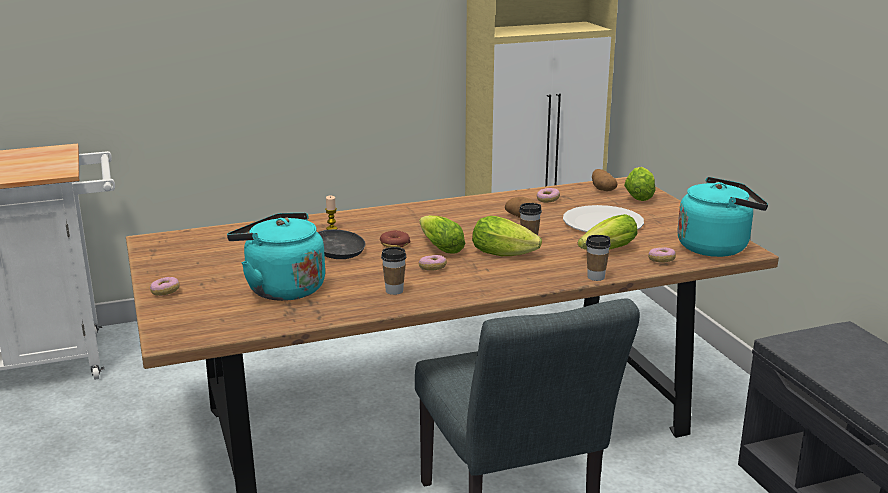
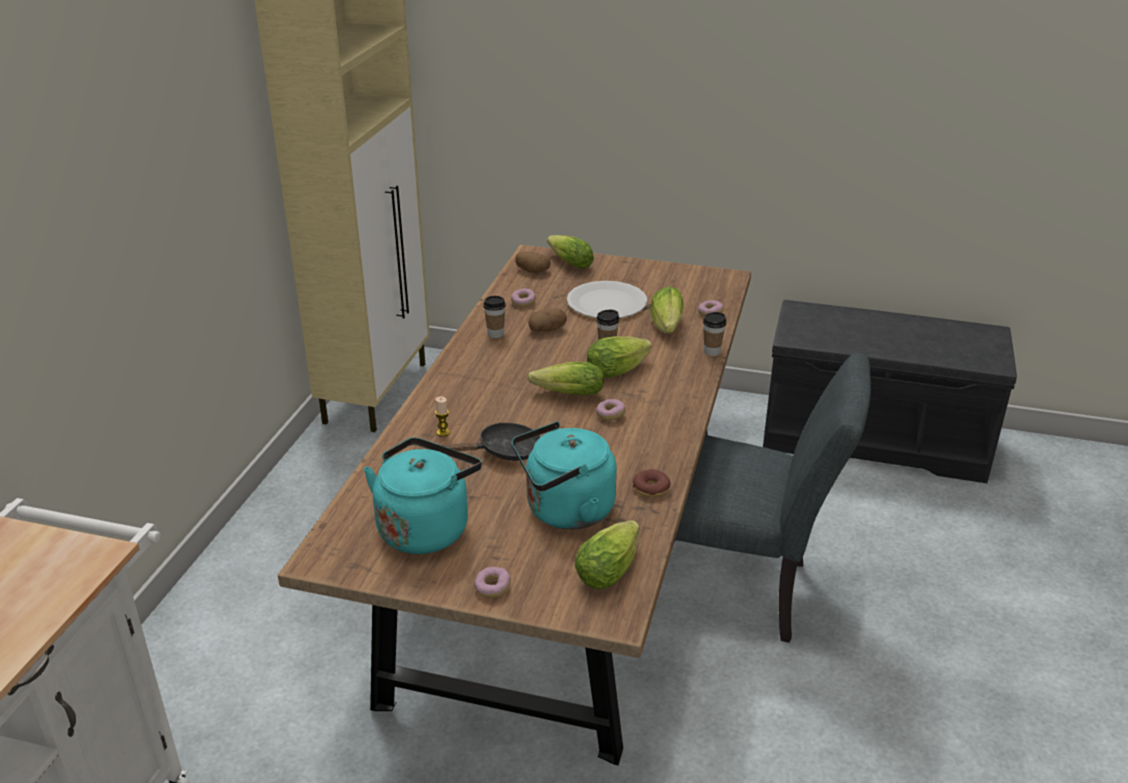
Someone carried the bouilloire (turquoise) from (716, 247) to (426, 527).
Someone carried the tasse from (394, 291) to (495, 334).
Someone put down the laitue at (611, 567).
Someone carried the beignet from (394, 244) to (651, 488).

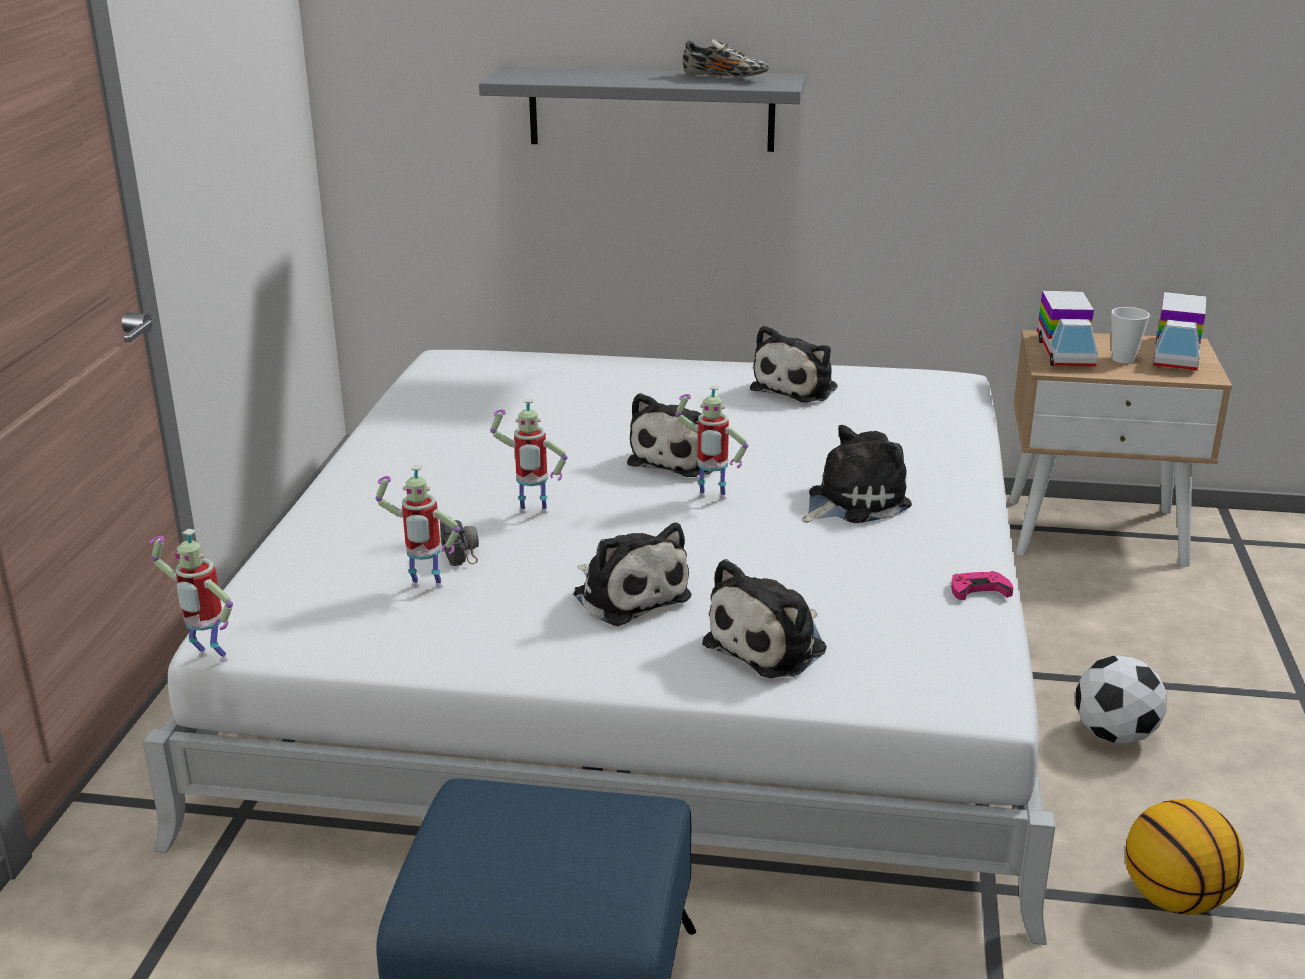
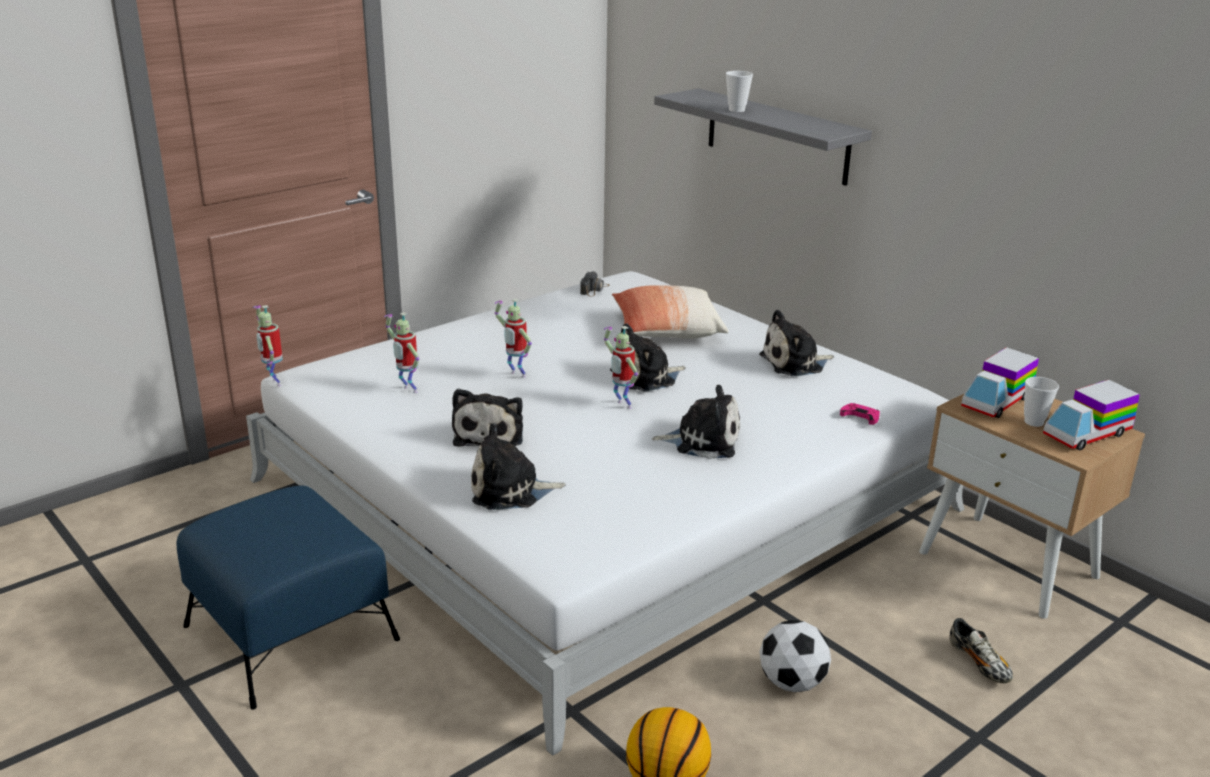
Someone carried the appareil photo from (461, 548) to (594, 289).
Someone put down the coussin at (666, 330).
Someone put down the tasse at (736, 110).
Someone carried the manette (rose) from (979, 590) to (860, 416).
Someone carried the chaussure from (725, 78) to (979, 663).

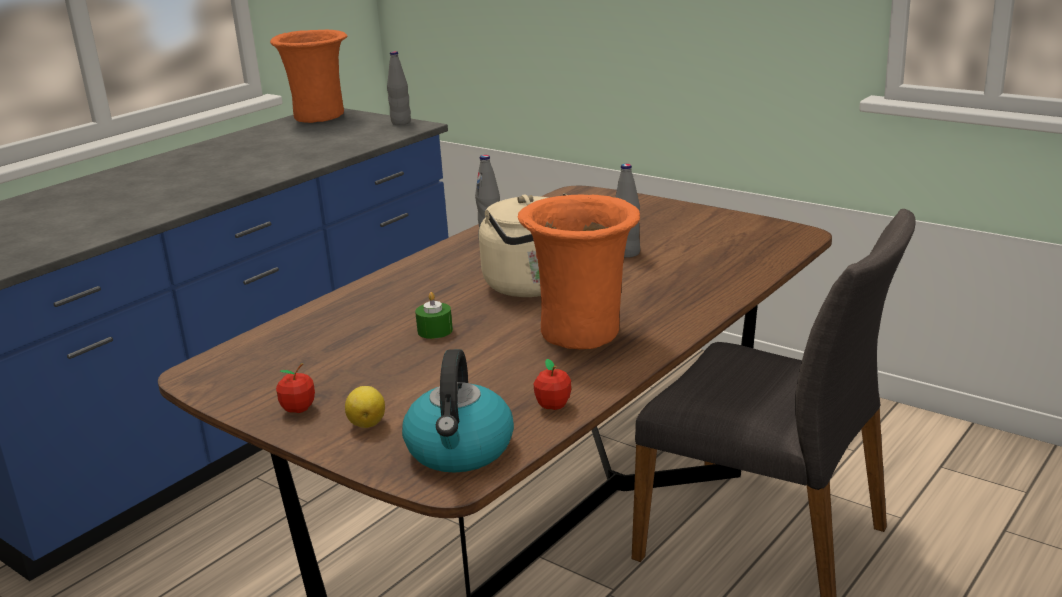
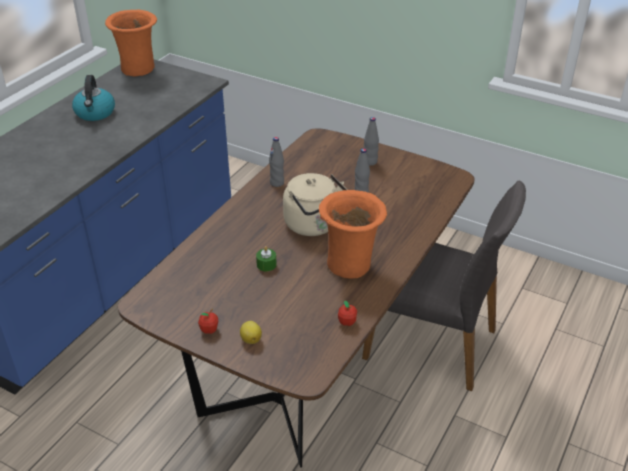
Someone carried the bouilloire from (460, 450) to (95, 113).
Someone carried the bouteille (gris) from (401, 122) to (370, 162).

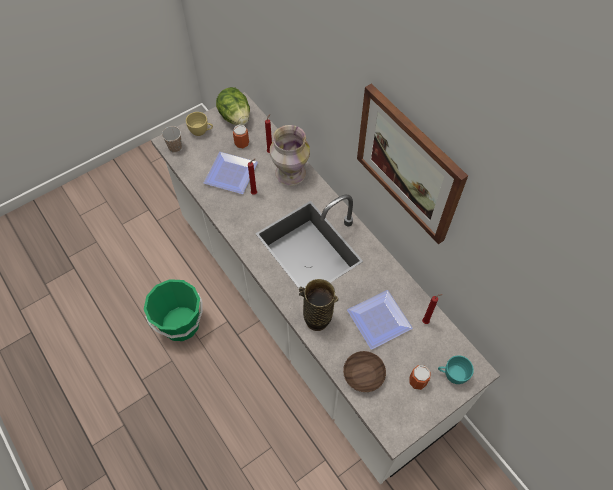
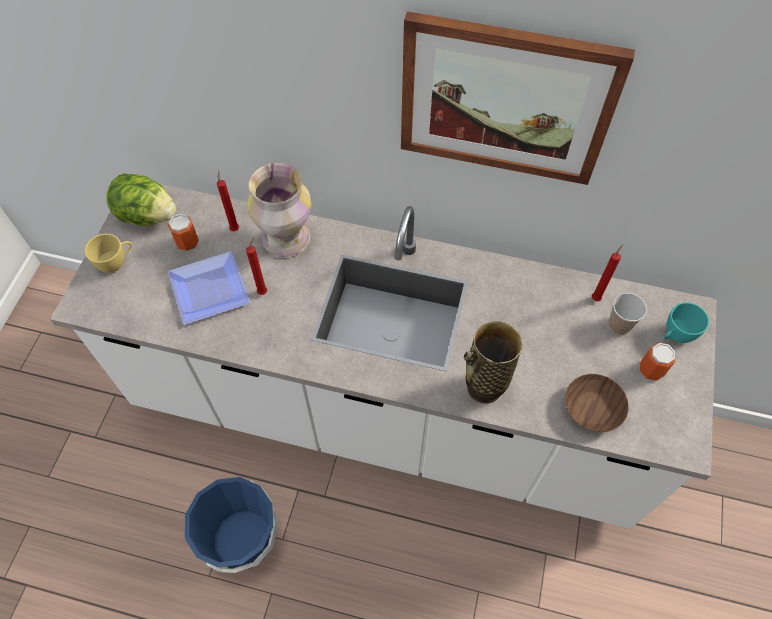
Someone repainted the seau (vert) at (180, 324), which became the seau (bleu) at (243, 540).
Someone carried the tasse from (175, 147) to (619, 325).
Someone took away the assiette at (381, 321).

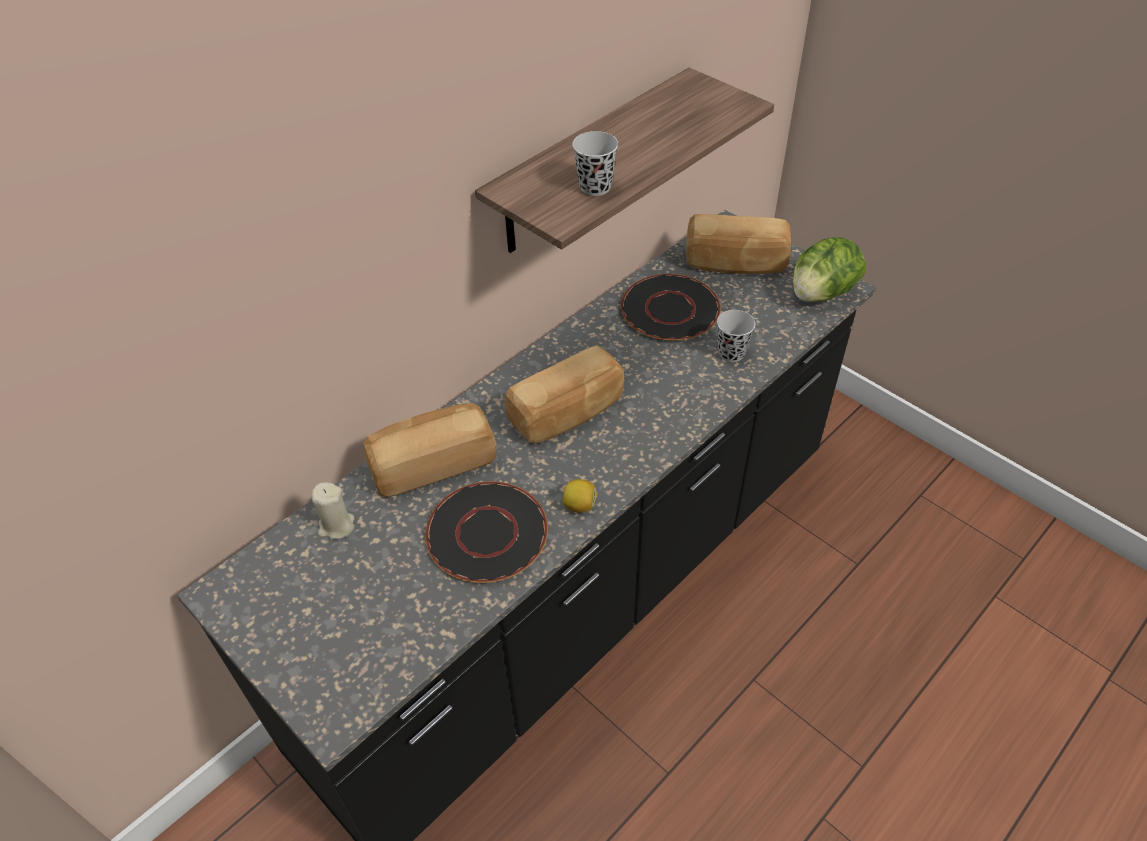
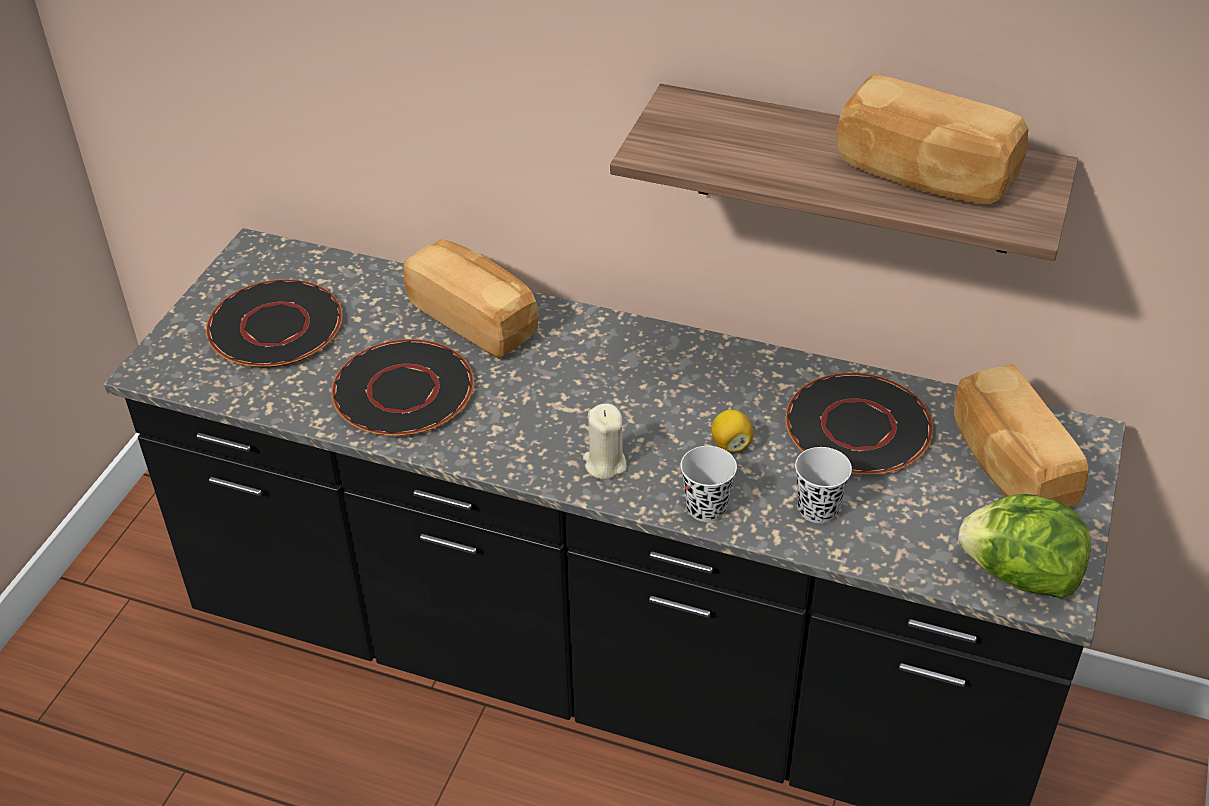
Someone put down the assiette (noir) at (275, 326).
Someone carried the bougie (beige) from (336, 526) to (605, 464).
Someone carried the tasse (noir) from (595, 187) to (706, 508).
Someone carried the citron from (579, 505) to (730, 444).
Someone carried the pain from (568, 413) to (923, 174).

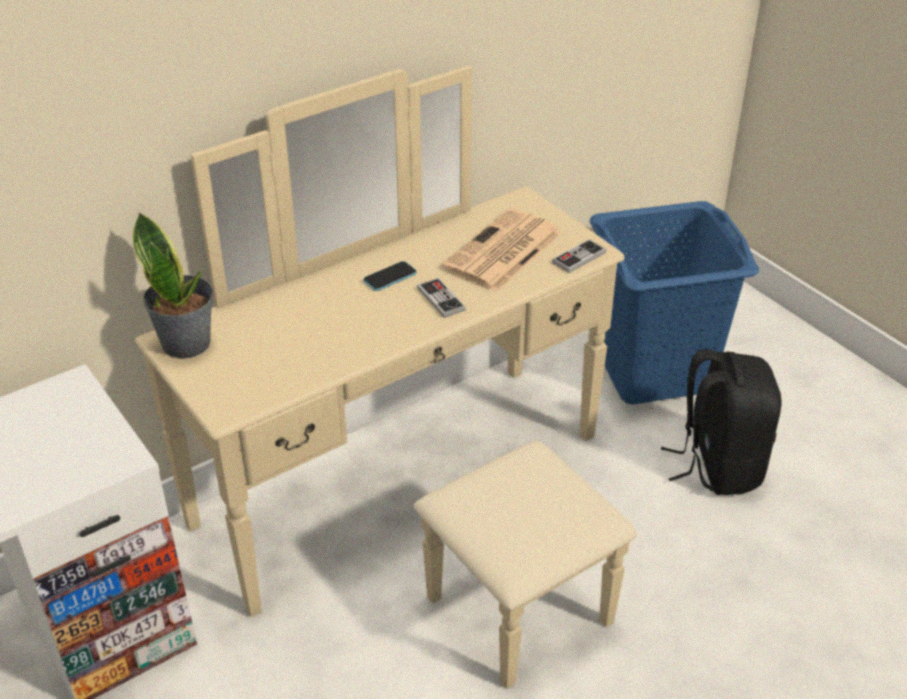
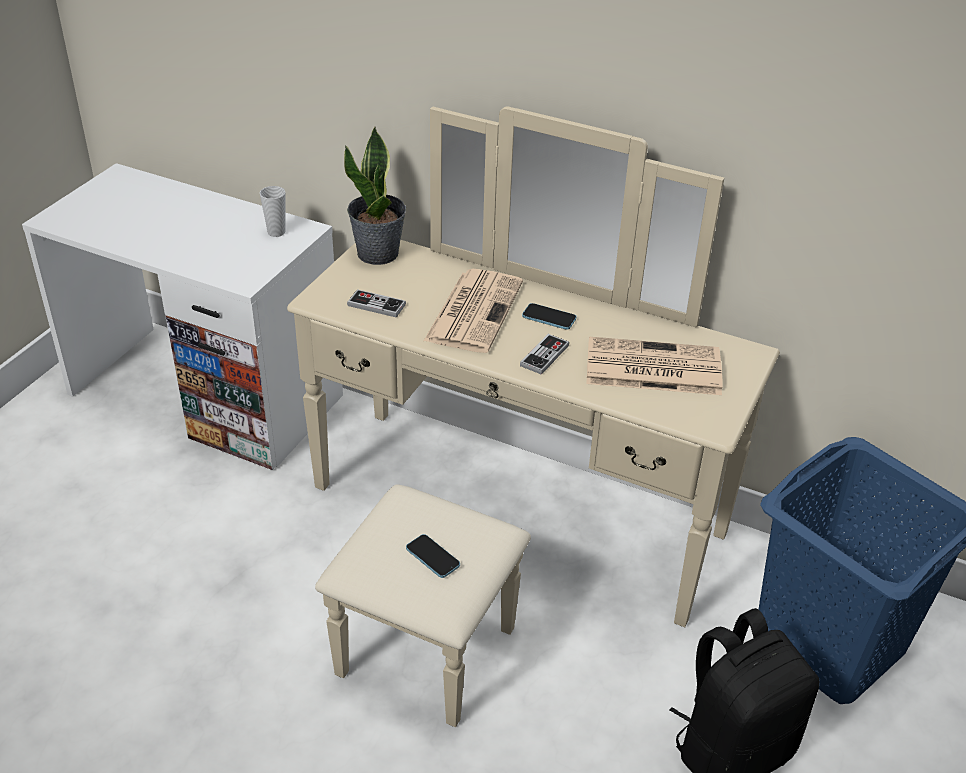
Someone put down the tasse at (276, 232).
Someone carried the manette from (579, 258) to (376, 305).
Someone put down the téléphone at (432, 557).
Someone put down the journal at (474, 310).

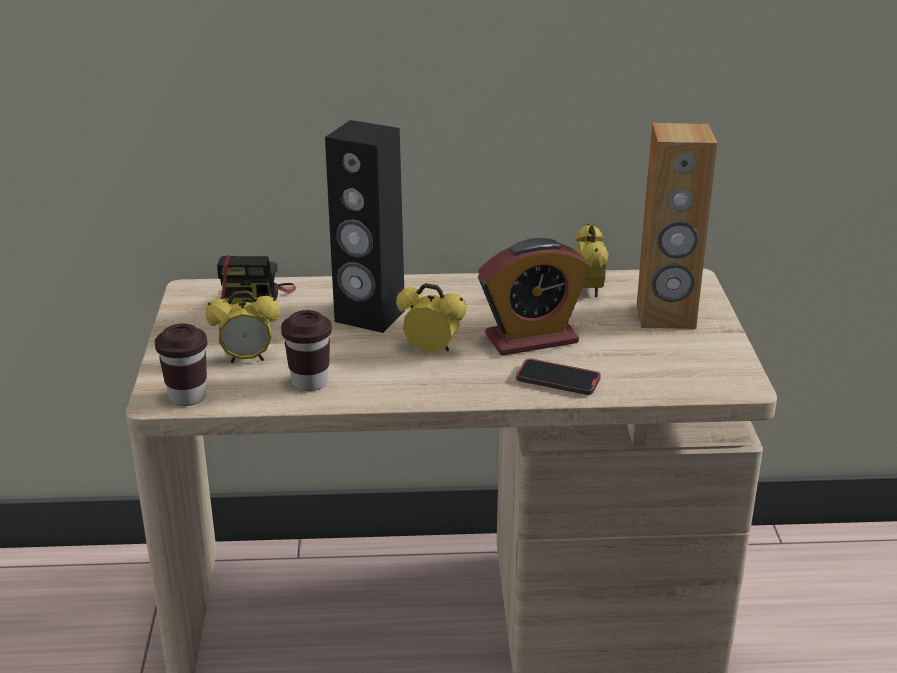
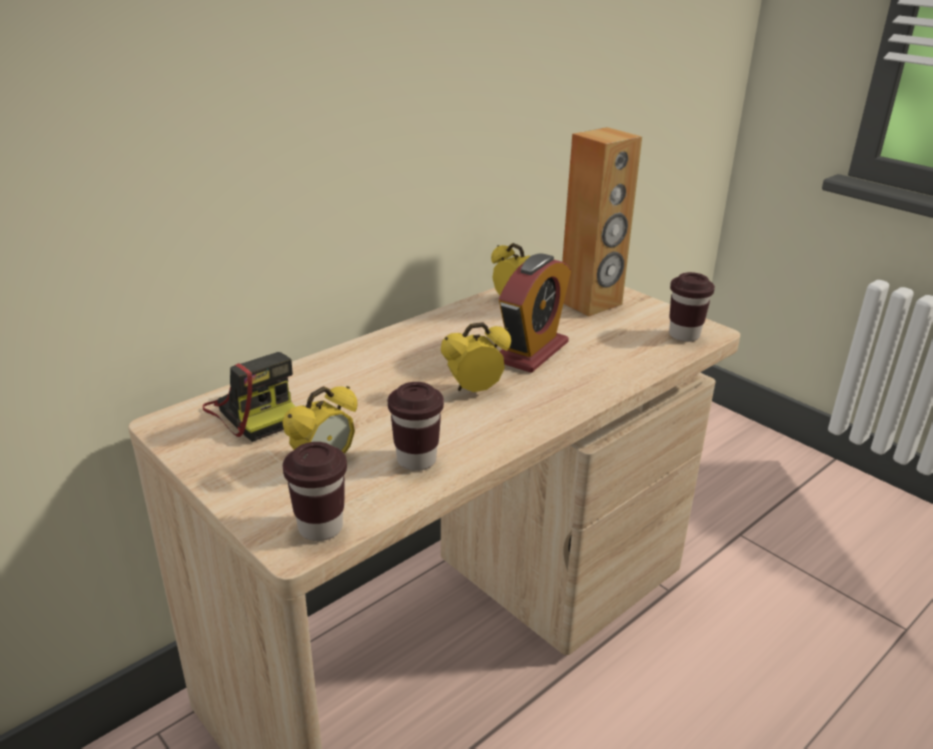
Someone put down the tasse (marron) at (684, 335).
Someone took away the enceinte (noir) at (369, 316).
Someone took away the téléphone at (558, 380).

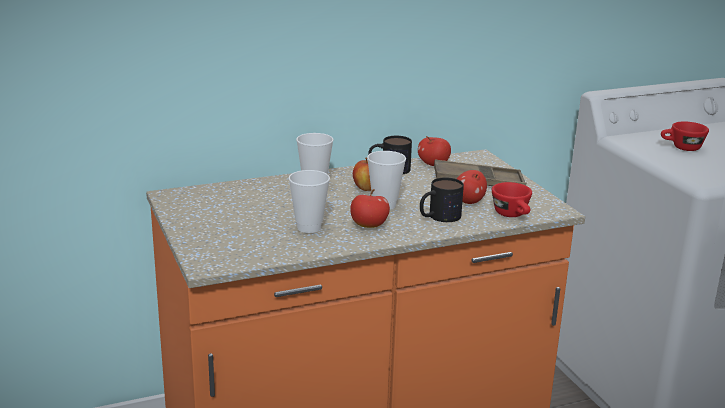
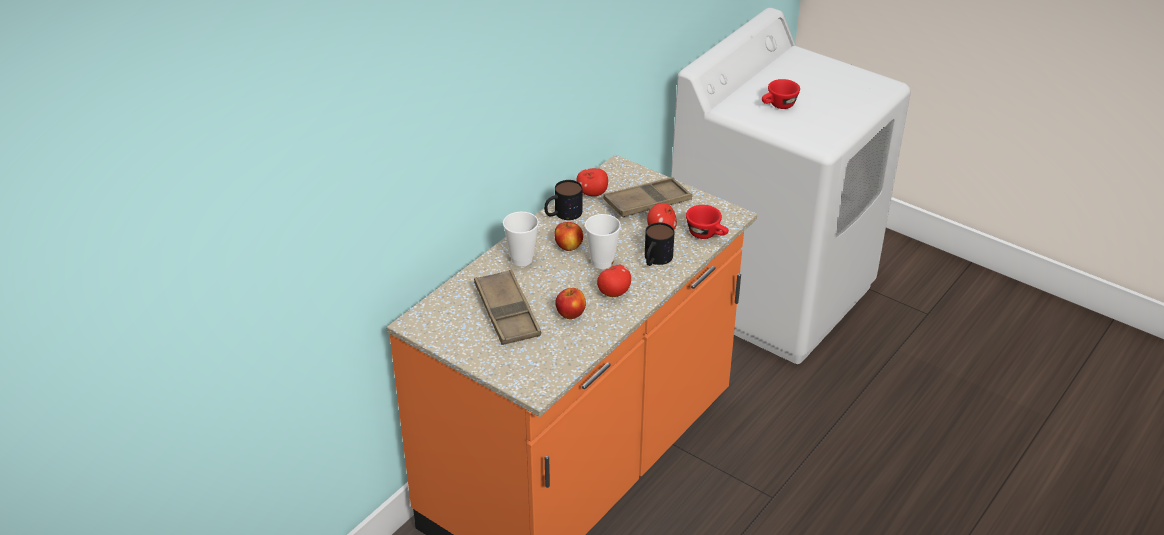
Someone put down the plateau (marron) at (507, 313).
Someone swapped the tasse at (309, 228) for the pomme at (570, 314).

